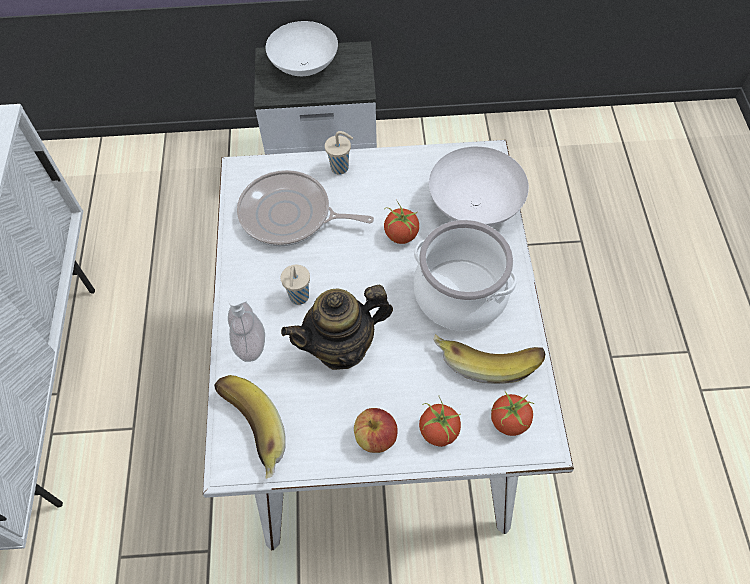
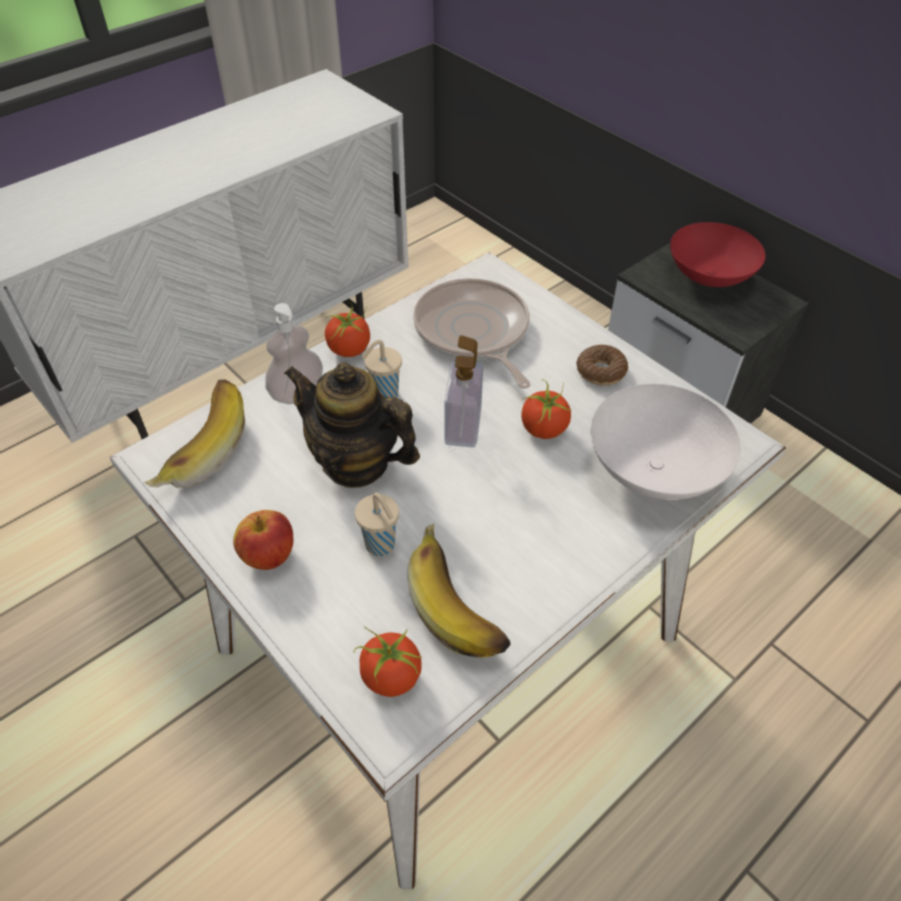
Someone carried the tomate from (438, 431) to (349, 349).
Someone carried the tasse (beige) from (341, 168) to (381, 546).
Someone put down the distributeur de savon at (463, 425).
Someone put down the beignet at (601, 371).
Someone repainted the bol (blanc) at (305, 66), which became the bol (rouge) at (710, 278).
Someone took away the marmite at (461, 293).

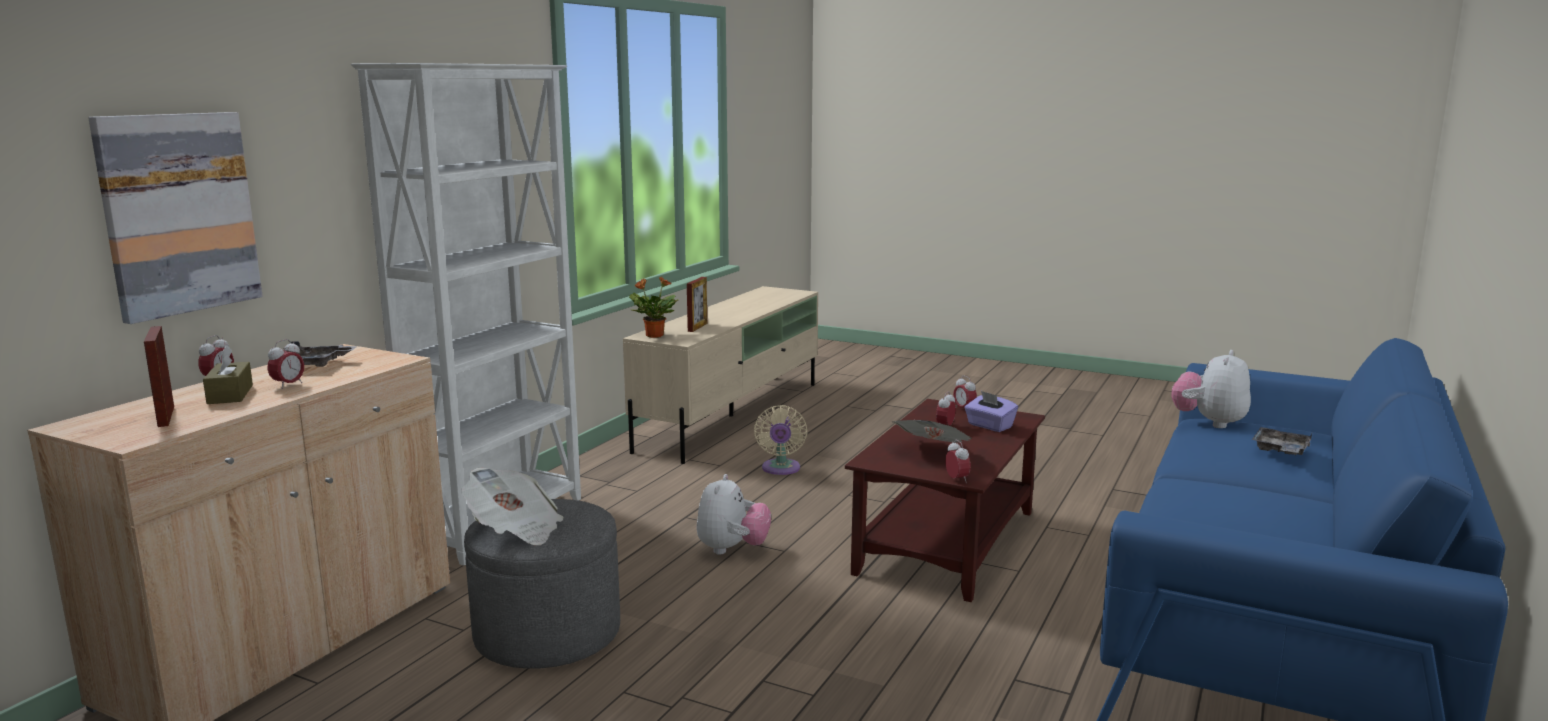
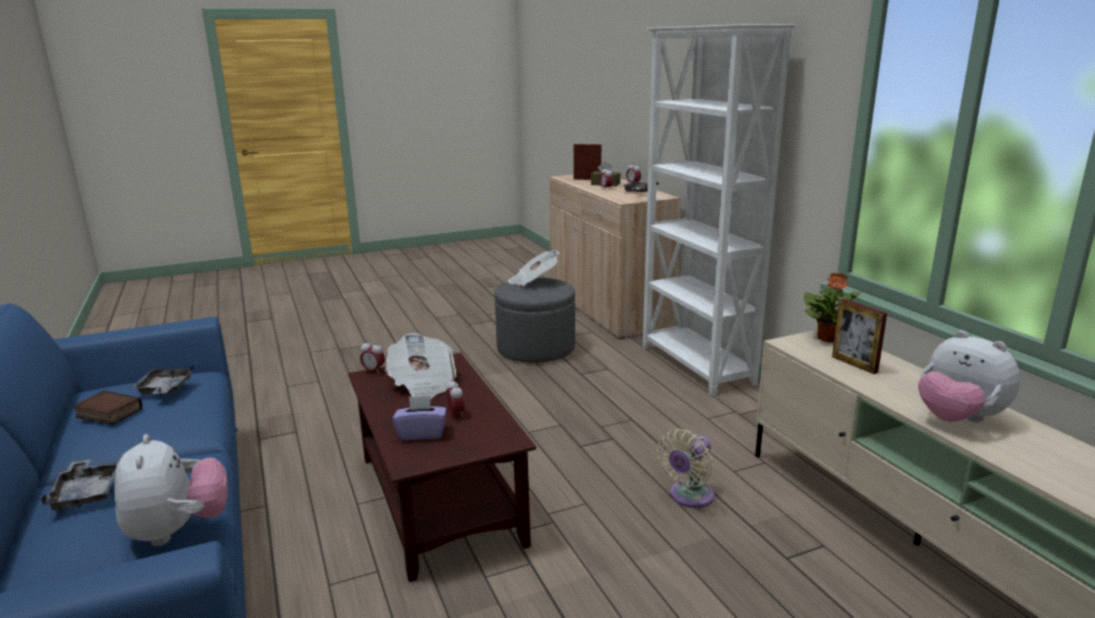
Someone put down the livre at (107, 413).
Someone put down the plateau (gris) at (164, 389).
Someone rotated the ventilateur (beige) at (780, 469) by 90 degrees counterclockwise.
Someone carried the peluche from (732, 549) to (958, 419).
Someone took away the tableau at (178, 213).
Someone took away the réveil at (964, 409).

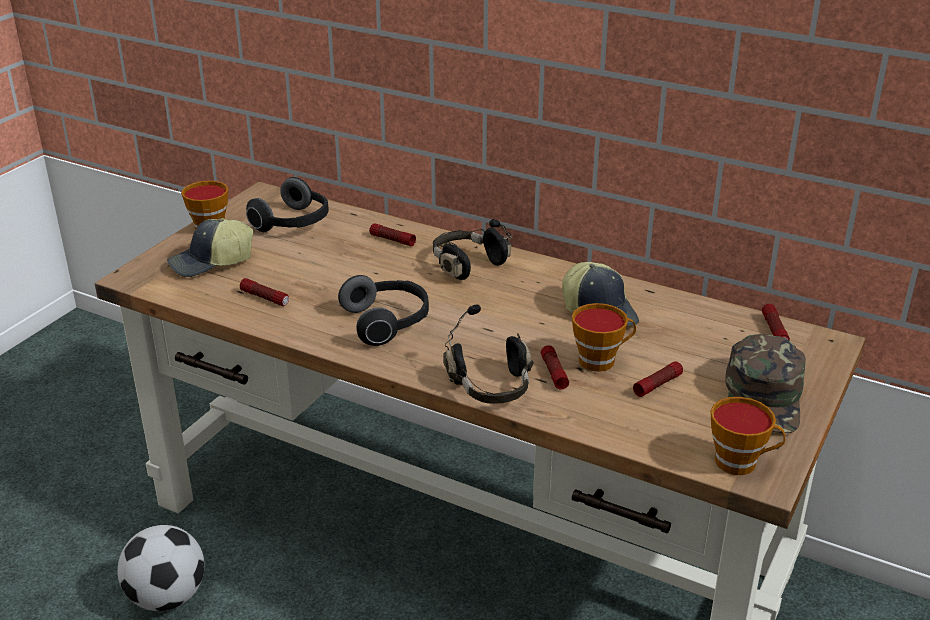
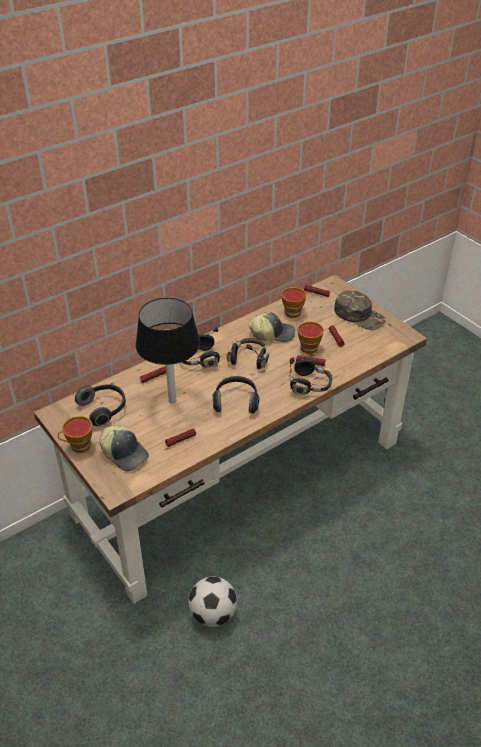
Someone rotated the casquette at (211, 263) by 45 degrees counterclockwise.
Someone put down the lampe de table (noir) at (172, 400).
Someone put down the casque audio (noir) at (249, 359).
Someone carried the tasse from (741, 463) to (294, 312).

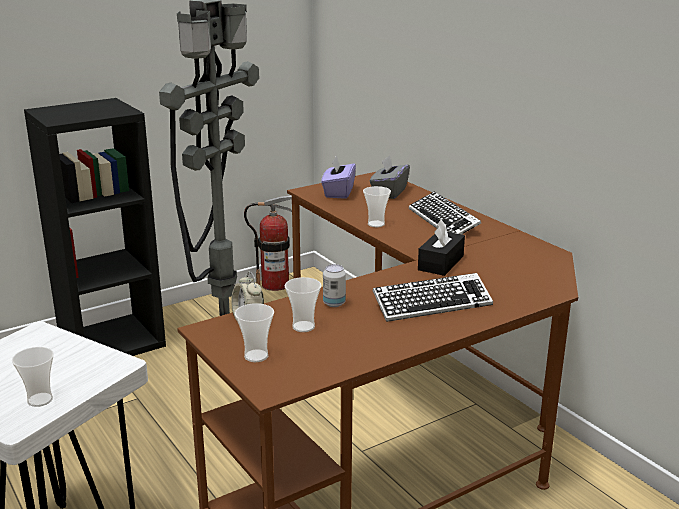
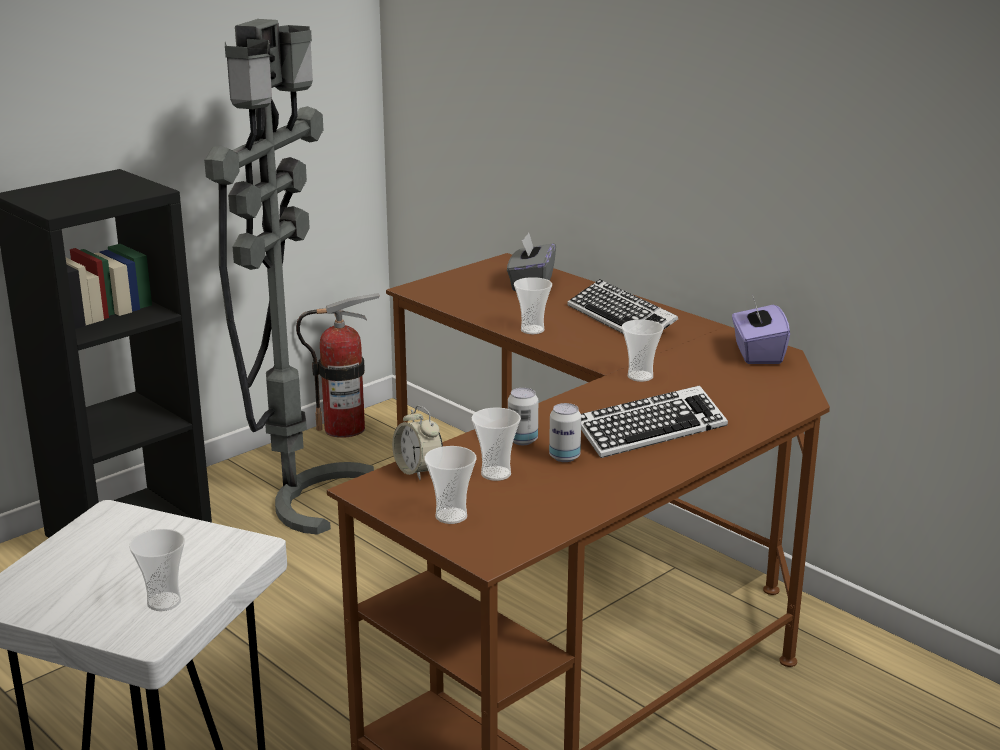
Someone put down the boîte métallique at (564, 457).
Someone swapped the boîte à mouchoirs (noir) at (441, 263) for the tasse at (640, 376).
Someone carried the boîte à mouchoirs (violet) from (338, 192) to (757, 353).

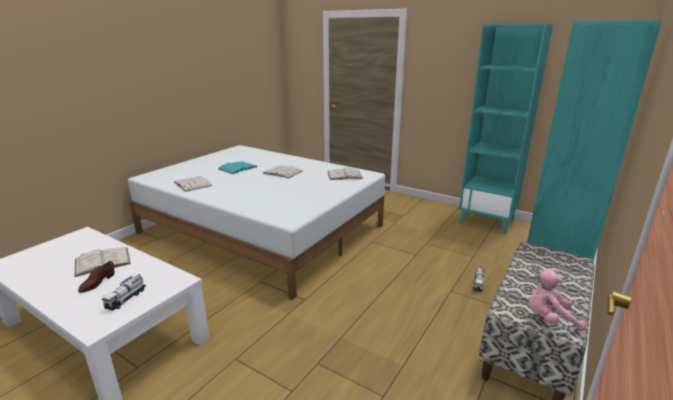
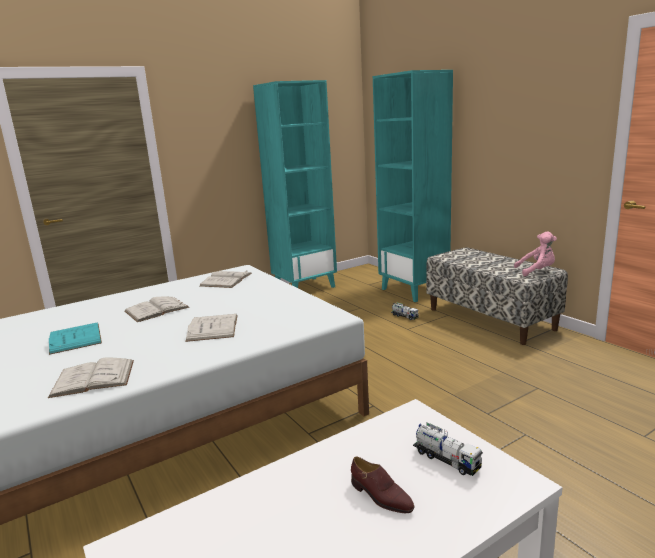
Someone carried the livre (blanc) from (102, 261) to (213, 327).
Someone rotated the peluche (rose) at (549, 319) by 120 degrees counterclockwise.

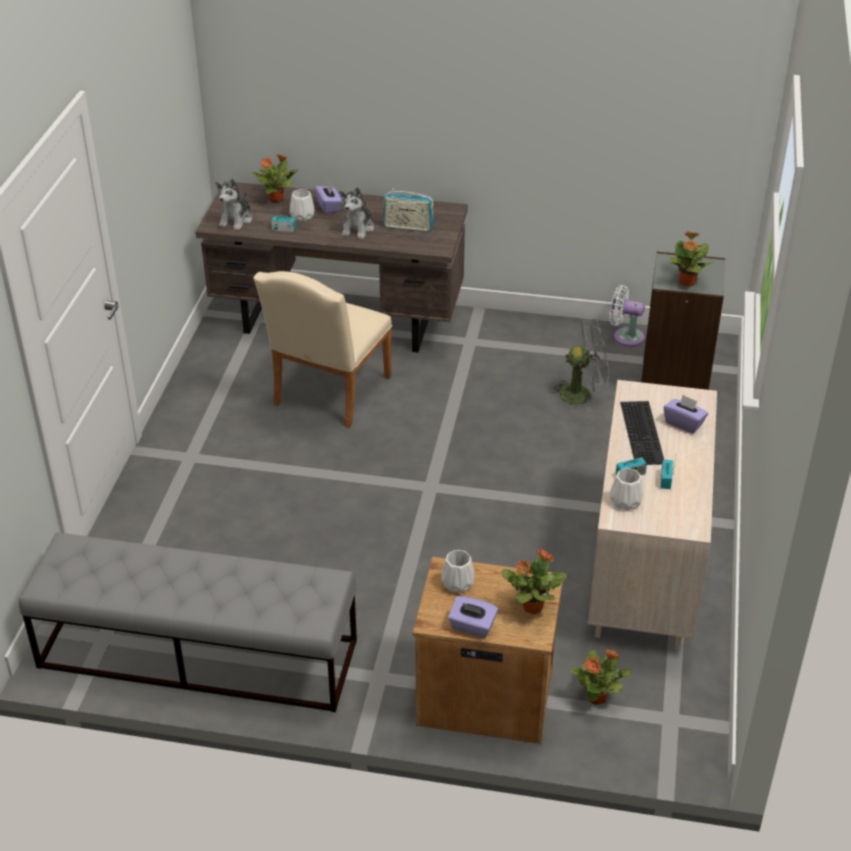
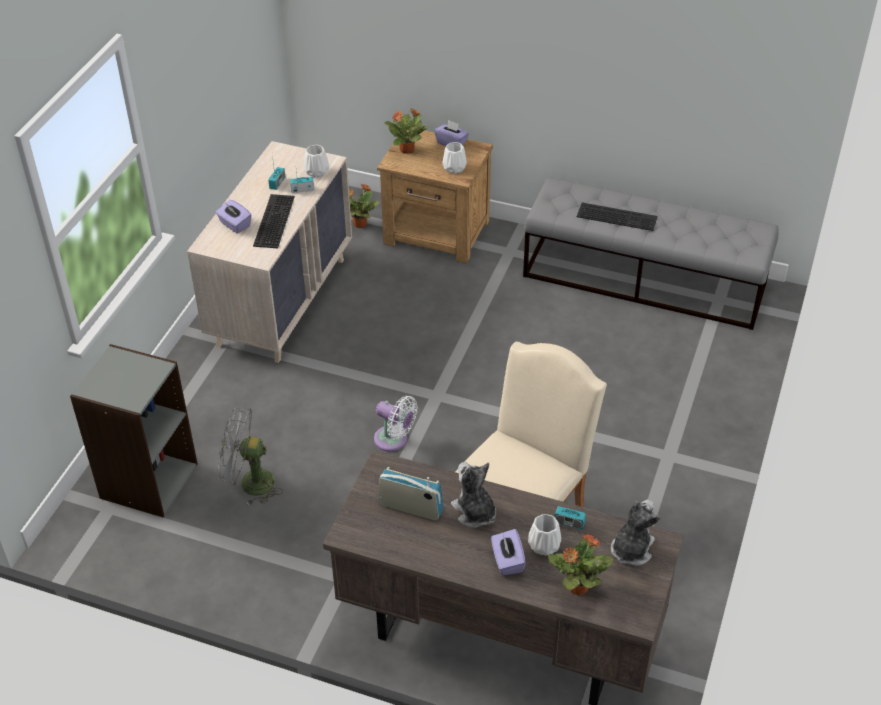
Someone carried the ventilateur (blanc) from (625, 336) to (394, 440).
Someone rotated the peluche at (358, 229) by 60 degrees counterclockwise.
Someone put down the clavier at (618, 216).
Someone took away the plante en pot at (686, 282).

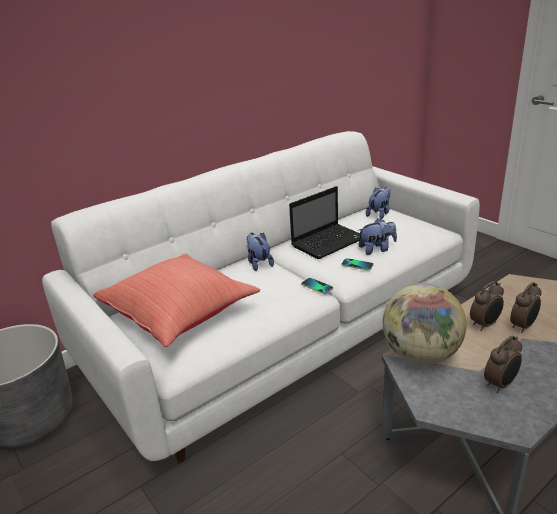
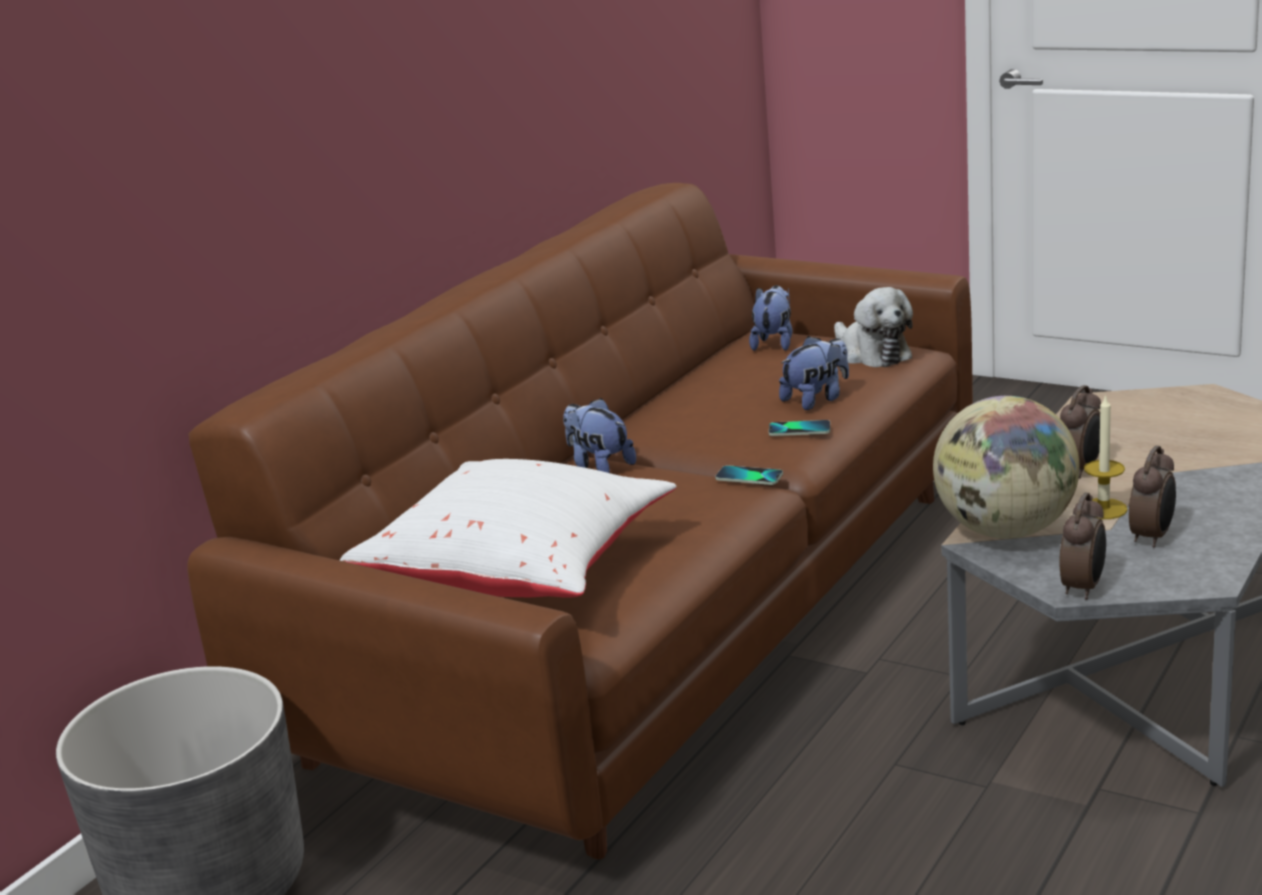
Someone repainted the canapé (blanc) at (284, 330), which became the canapé (marron) at (649, 615).
Someone repainted the coussin (rouge) at (180, 315), which became the coussin (blanc) at (521, 571).
Someone put down the peluche at (872, 353).
Someone carried the réveil from (523, 326) to (1083, 588).
Someone put down the bougie at (1103, 509).
Someone took away the ordinateur portable at (329, 242).

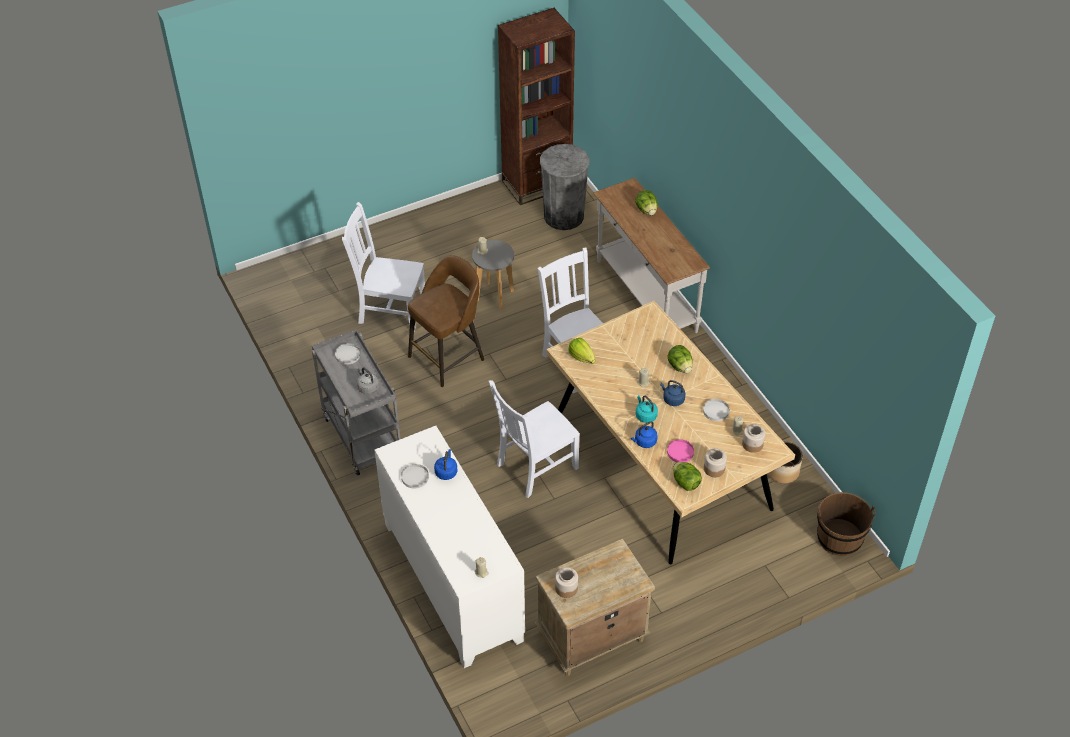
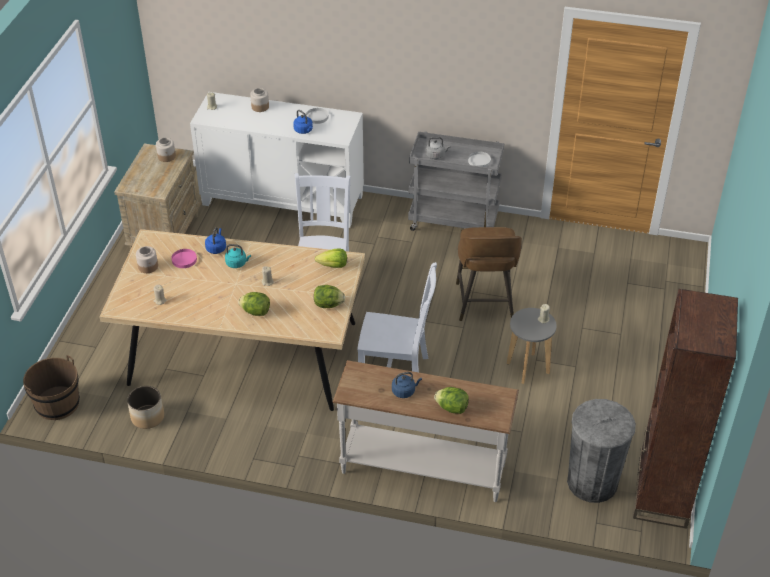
Someone carried the bocal from (752, 444) to (260, 107).
Someone carried the laitue from (685, 483) to (328, 304).
Someone carried the bouilloire (bleu) from (672, 399) to (404, 391).
Someone took away the chaise (blanc) at (389, 310).
Someone took away the assiette (blanc) at (715, 411).

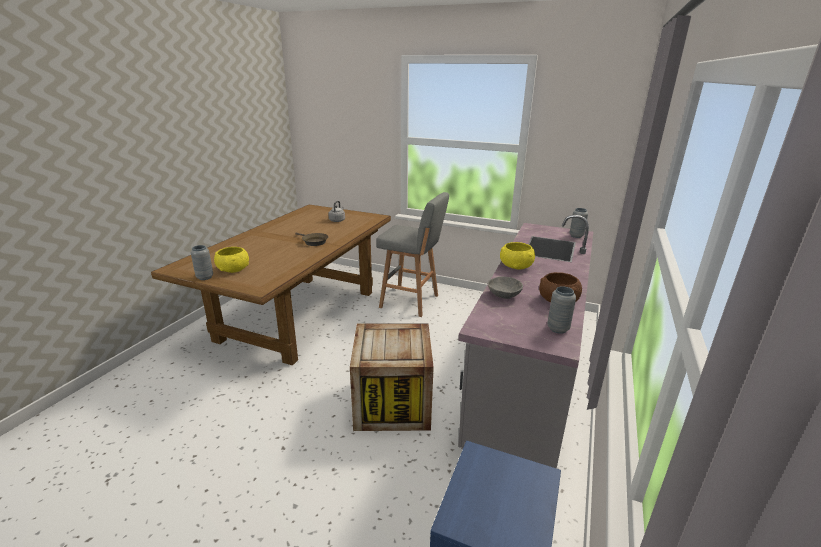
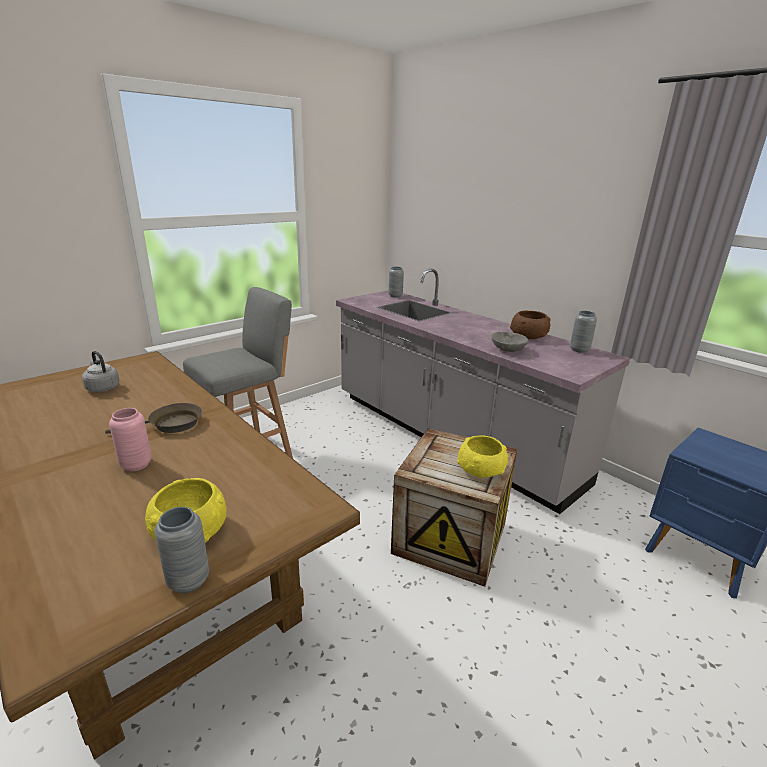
Someone put down the vase (rose) at (136, 465).
Someone carried the bol (jaune) from (516, 266) to (480, 470).

